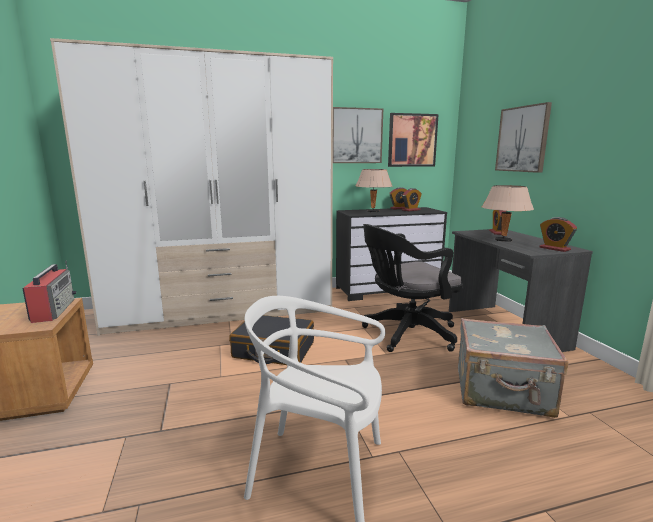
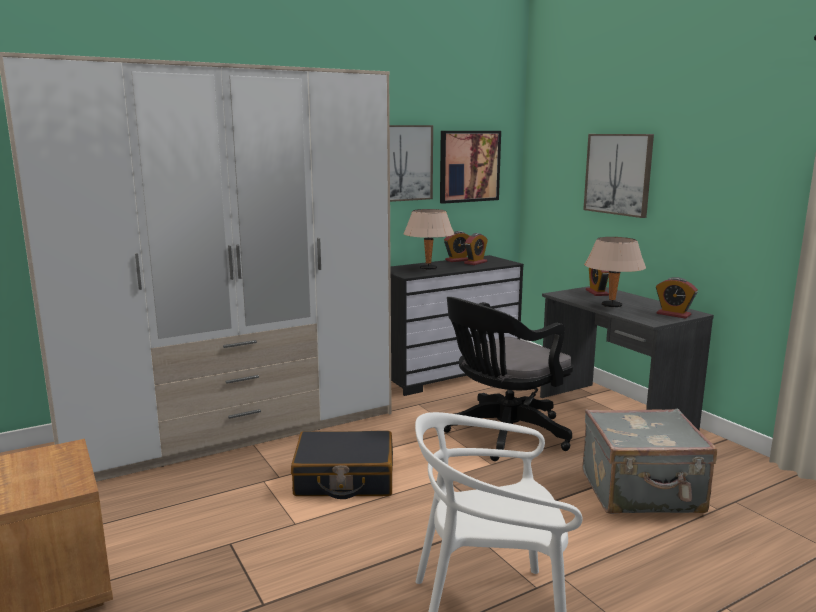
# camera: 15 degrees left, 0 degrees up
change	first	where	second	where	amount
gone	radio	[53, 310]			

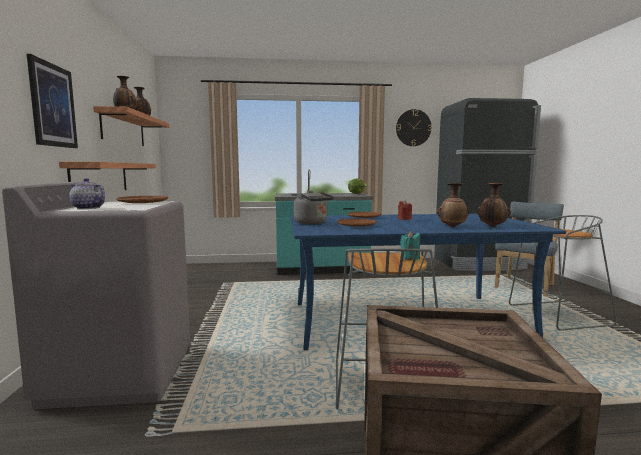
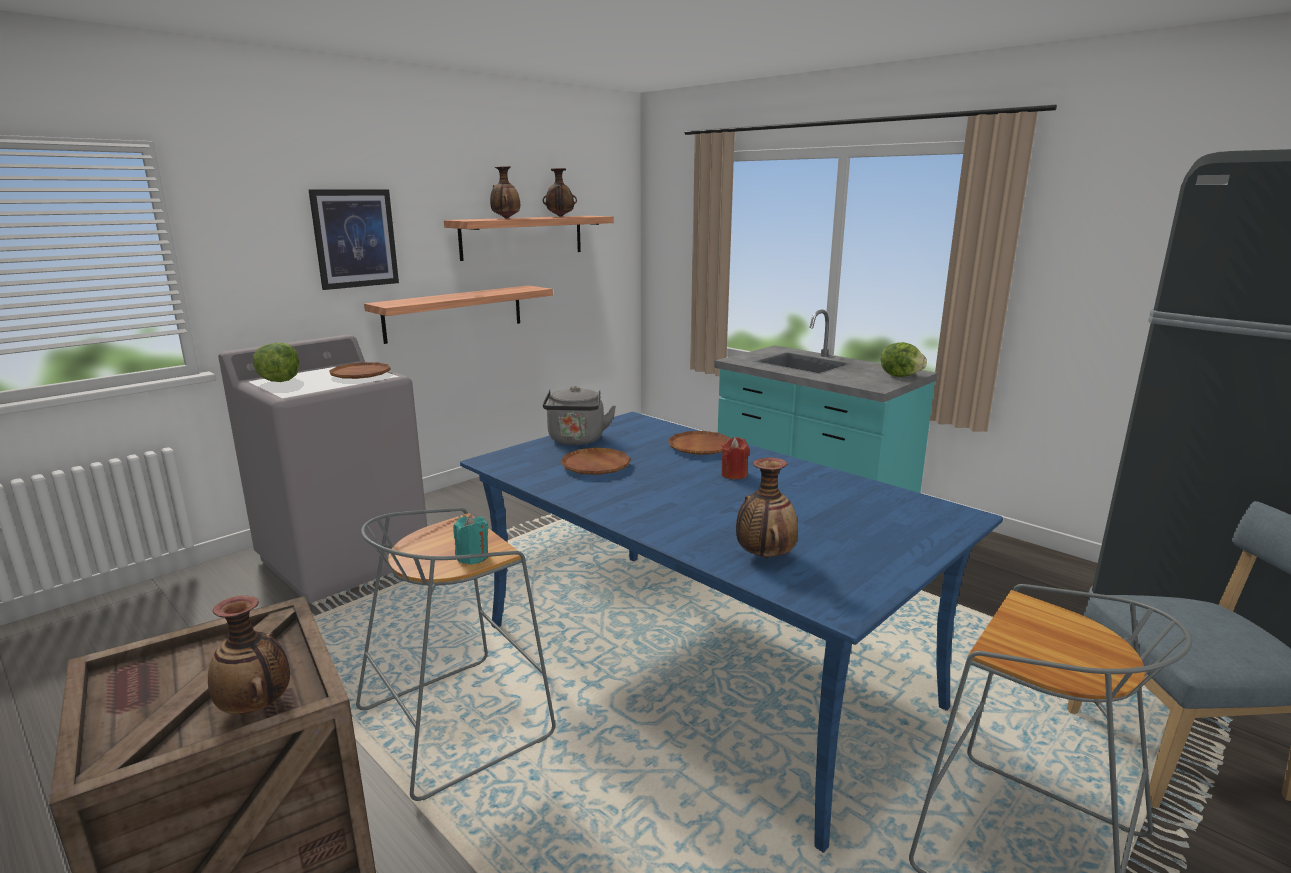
# camera: 50 degrees right, 10 degrees up
change	first	where	second	where	amount
gone	reloj de pared	[413, 128]			
shifted	florero	[452, 227]		[256, 707]	
swapped	tetera	[87, 208]	lechuga	[279, 381]	

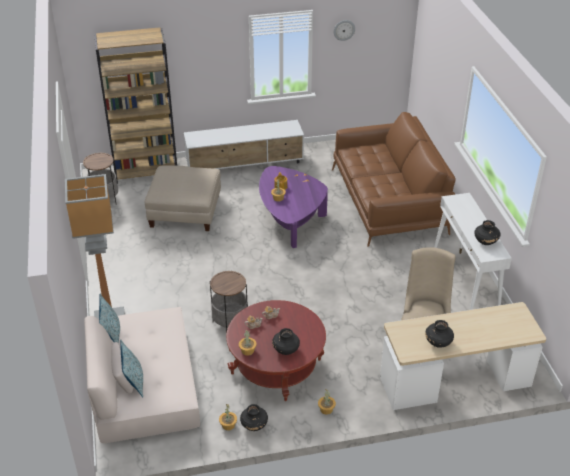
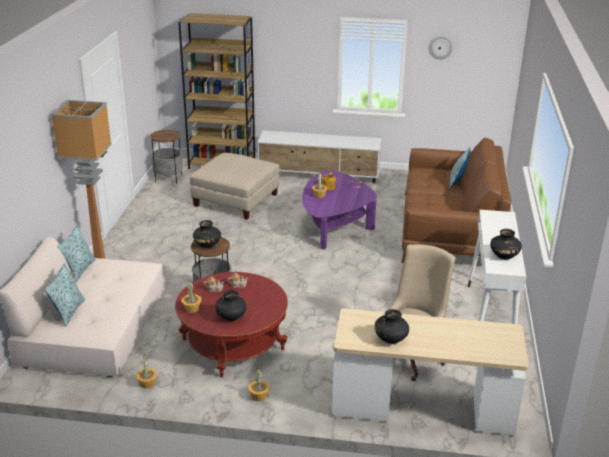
# camera: 20 degrees right, 10 degrees down
change	first	where	second	where	amount
new			cojín	[457, 182]	
shifted	florero (negro)	[254, 425]		[207, 245]	

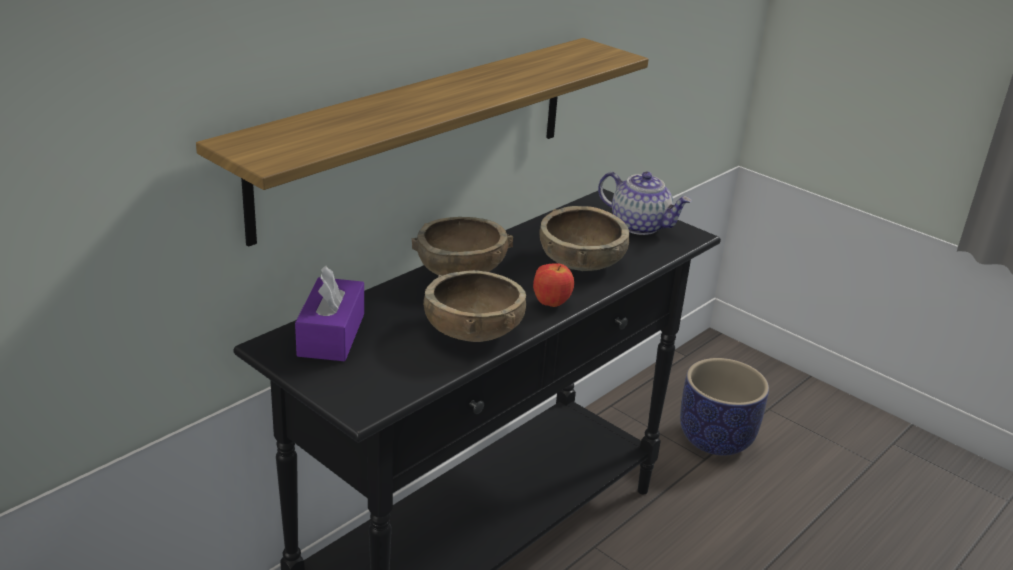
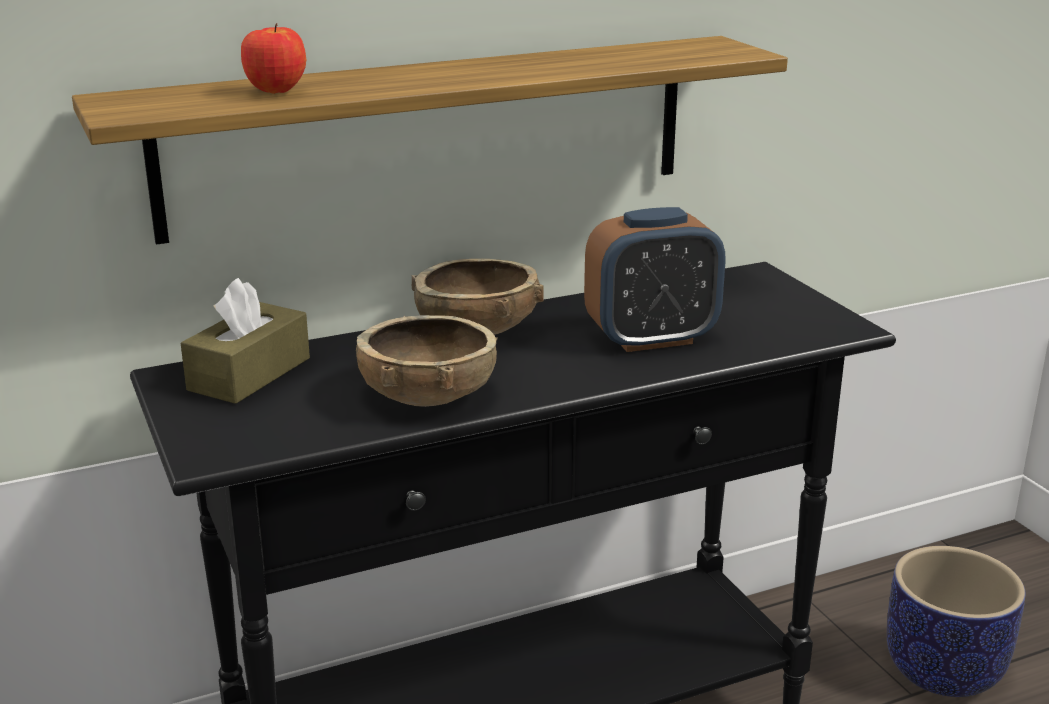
# camera: 25 degrees right, 5 degrees down
change	first	where	second	where	amount
gone	tetera	[640, 225]			
shifted	manzana	[551, 303]		[277, 92]	
swapped	cuenco (marrón)	[581, 262]	despertador	[651, 338]	
repainted	caja de pañuelos (morado)	[331, 334]	caja de pañuelos (marrón)	[249, 374]	

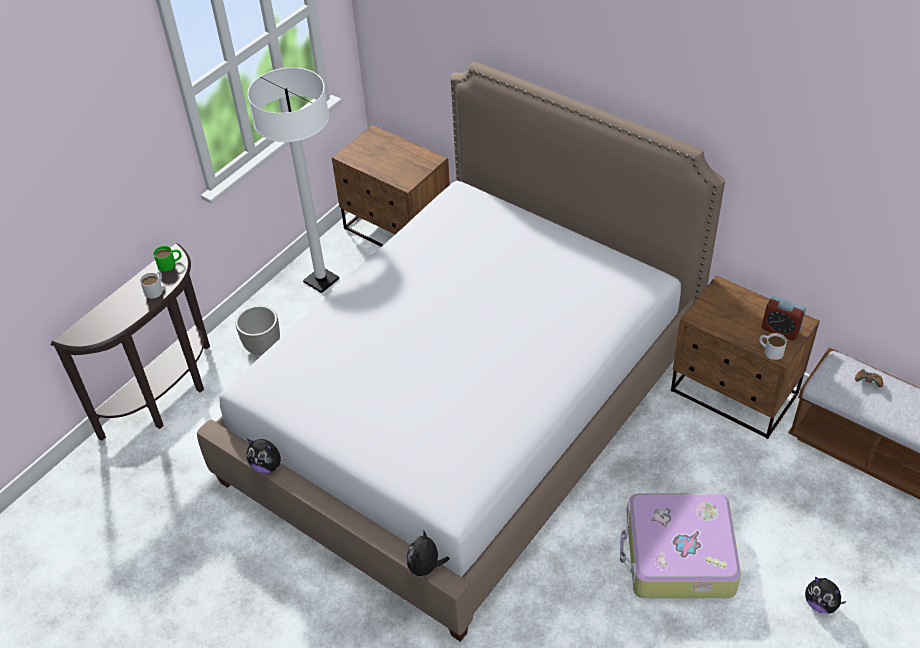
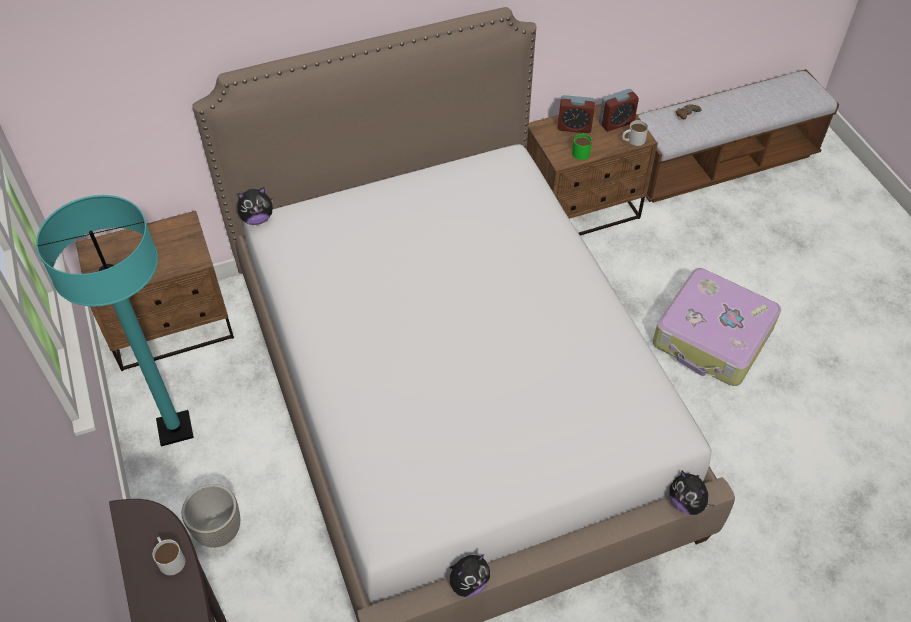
# camera: 60 degrees left, 5 degrees up
change	first	where	second	where	amount
new			despertador	[574, 127]	
shifted	taza grande (verde)	[170, 263]		[581, 150]	
shifted	peluche	[820, 604]		[257, 219]	
repainted	lámpara de pie (blanco)	[321, 280]	lámpara de pie (turquesa)	[175, 429]	

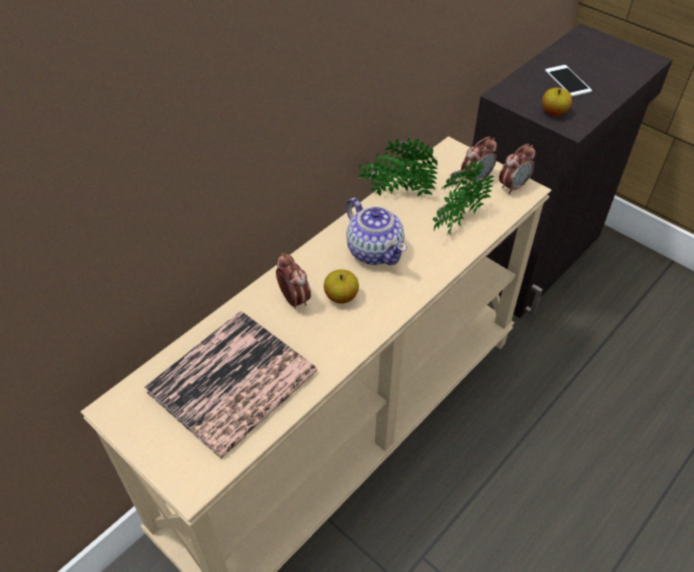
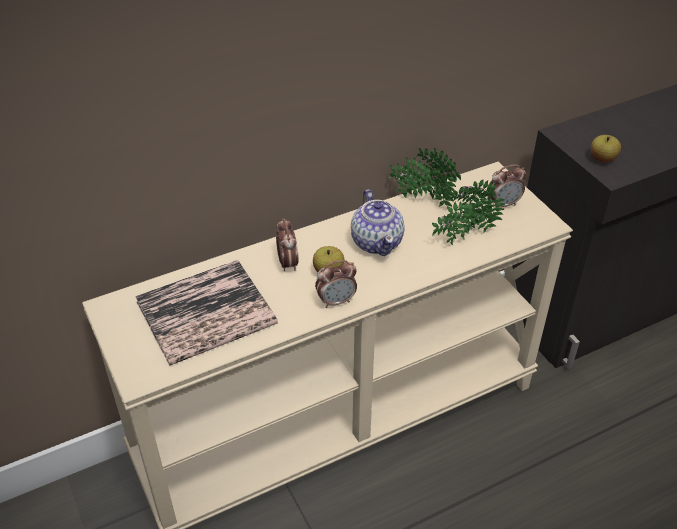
# camera: 20 degrees right, 5 degrees down
change	first	where	second	where	amount
gone	móvil	[567, 81]			
shifted	despertador	[513, 186]		[336, 301]	

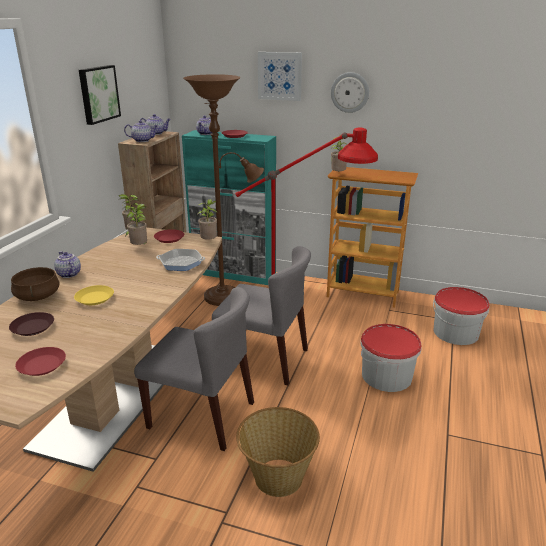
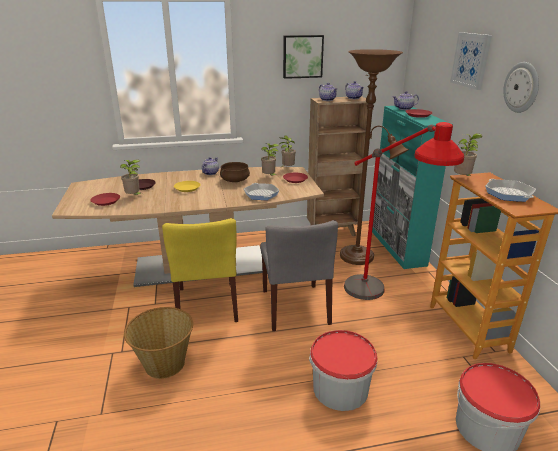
# camera: 60 degrees right, 0 degrees up
change	first	where	second	where	amount
new			sartén	[508, 194]	
shifted	olla (marrón)	[37, 296]		[235, 180]	
shifted	planta en maceta	[209, 242]		[134, 196]	
repainted	silla (gris)	[202, 415]	silla (amarillo)	[207, 304]	

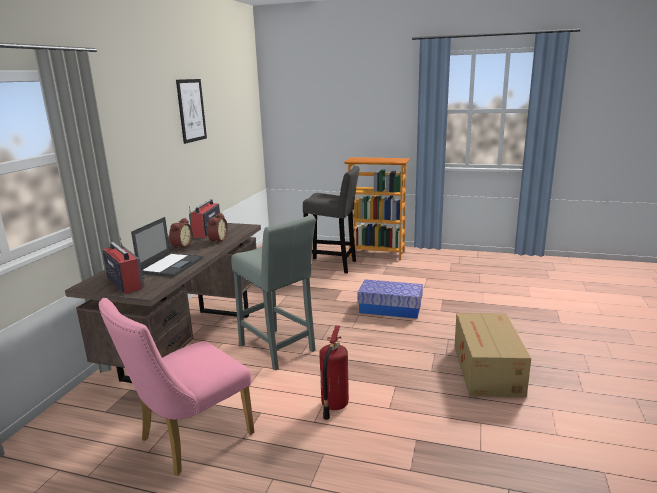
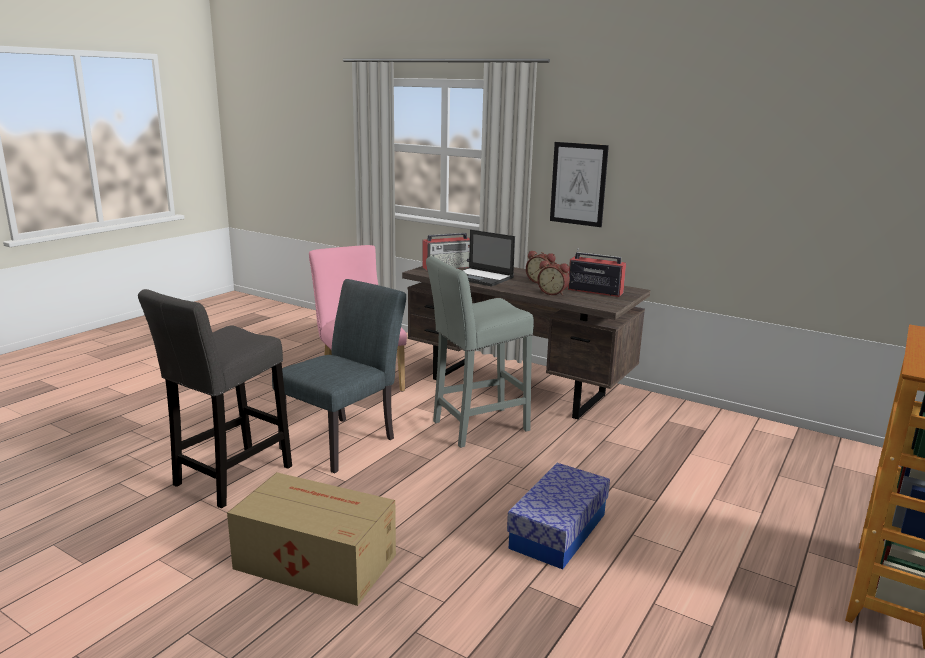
# camera: 105 degrees right, 0 degrees up
change	first	where	second	where	amount
shifted	cuadro	[191, 110]		[578, 184]	
shifted	taburete (gris)	[333, 265]		[229, 479]	
swapped	extintor	[333, 405]	silla (gris)	[345, 441]	

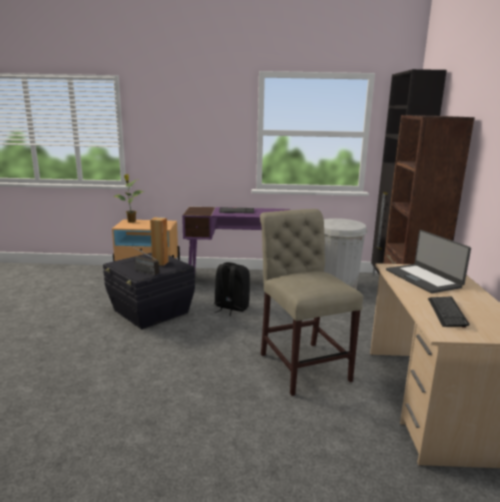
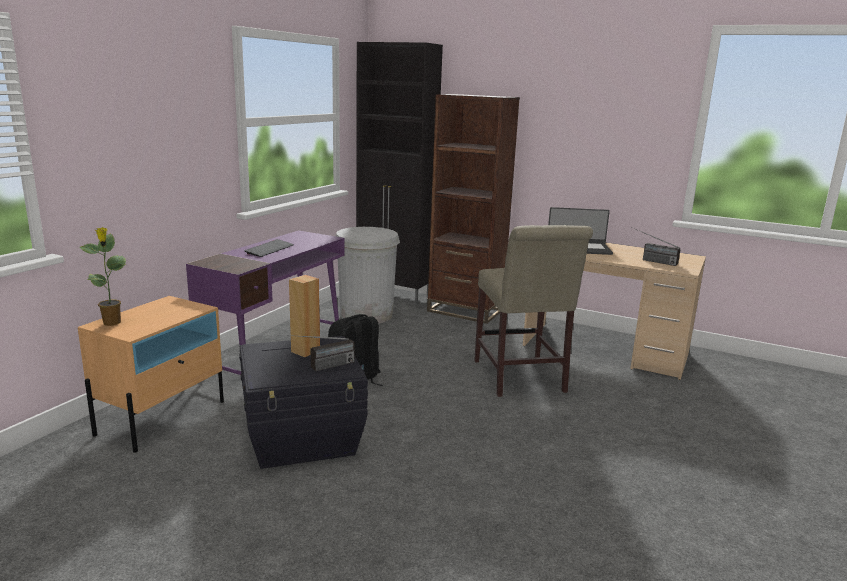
# camera: 65 degrees left, 0 degrees up
change	first	where	second	where	amount
swapped	teclado	[447, 312]	radio	[650, 260]	
rotated	silla (beis)	[302, 364]		[520, 378]	105 degrees counterclockwise

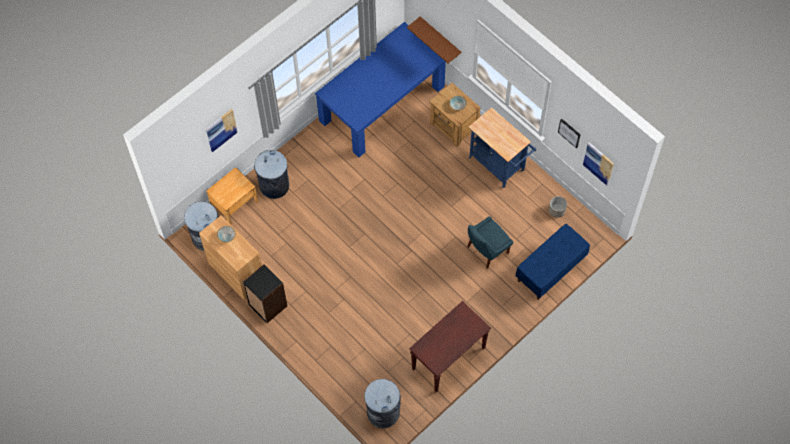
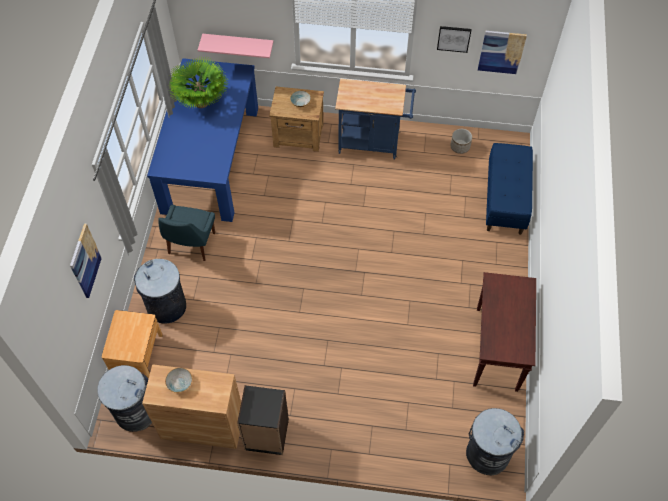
# camera: 40 degrees left, 5 degrees down
change	first	where	second	where	amount
new			planta en maceta	[201, 102]	
shifted	silla (azul)	[486, 250]		[191, 245]	
repainted	estante (marrón)	[440, 38]	estante (rosa)	[238, 44]	

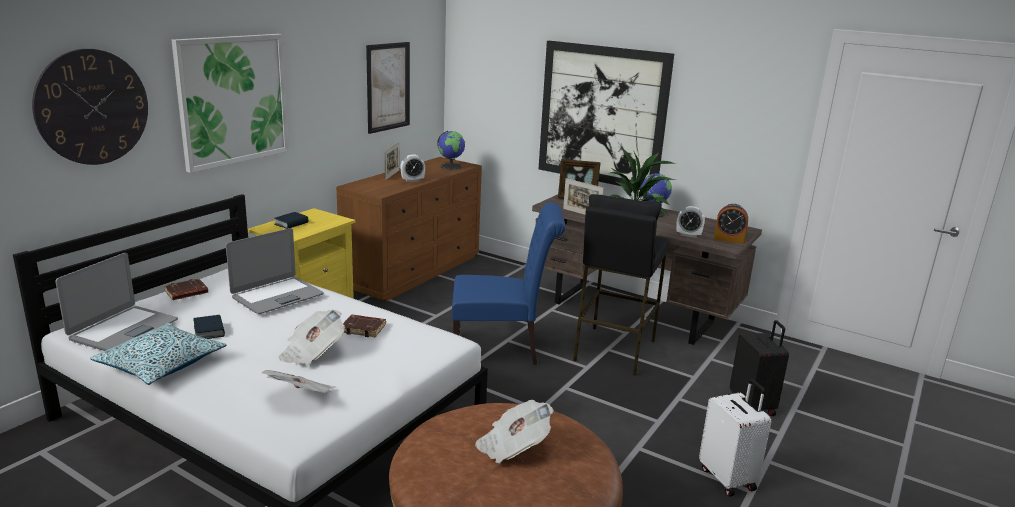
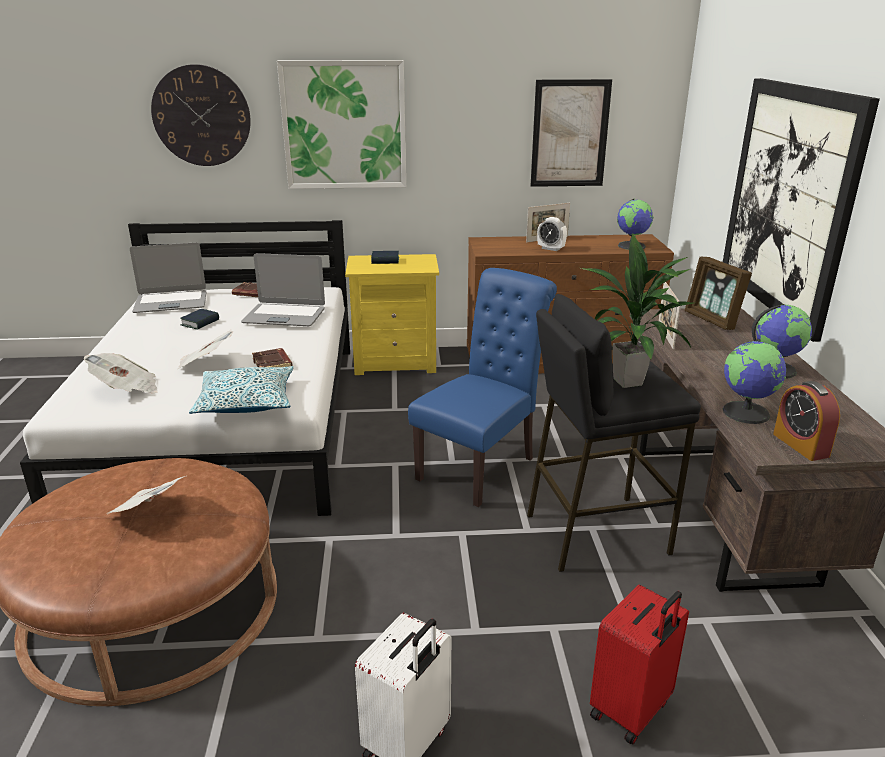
# camera: 55 degrees right, 5 degrees up
change	first	where	second	where	amount
shifted	cojín	[161, 364]		[246, 402]	
swapped	despertador	[688, 235]	globo terráqueo	[747, 413]	
repainted	maleta (negro)	[753, 405]	maleta (rojo)	[632, 710]	
rotated	silla (azul)	[501, 350]		[481, 465]	105 degrees counterclockwise

